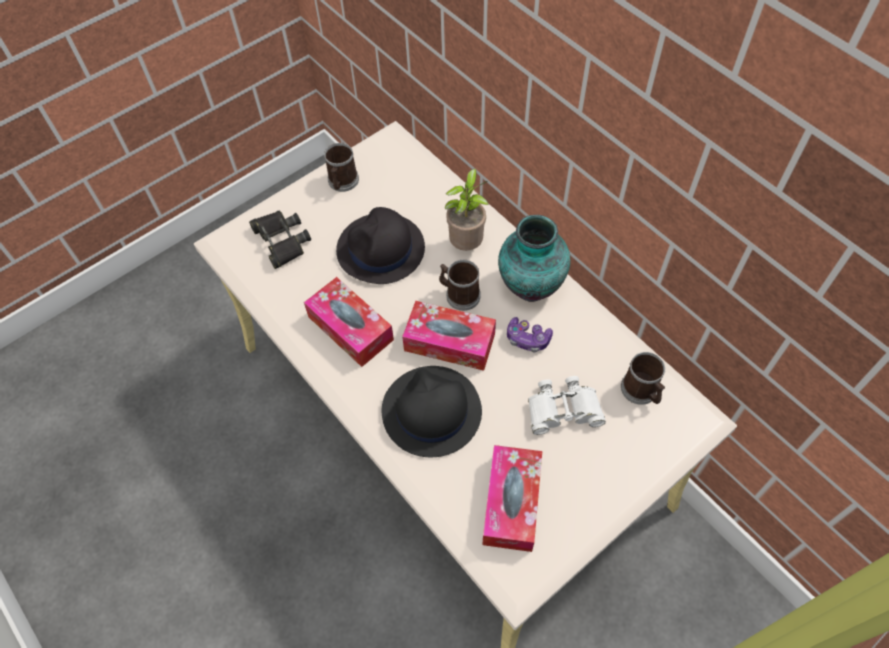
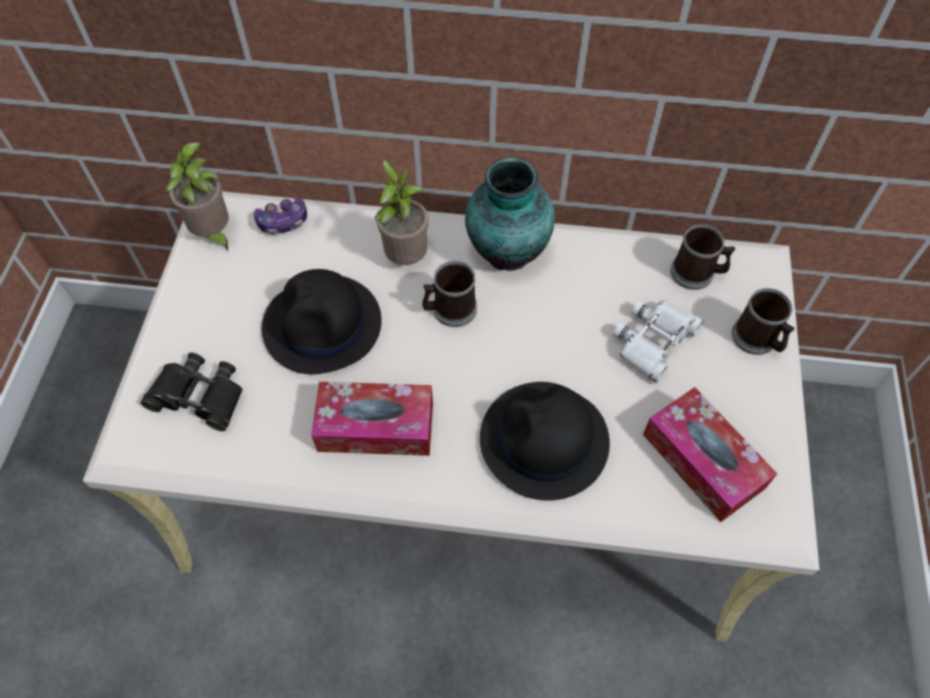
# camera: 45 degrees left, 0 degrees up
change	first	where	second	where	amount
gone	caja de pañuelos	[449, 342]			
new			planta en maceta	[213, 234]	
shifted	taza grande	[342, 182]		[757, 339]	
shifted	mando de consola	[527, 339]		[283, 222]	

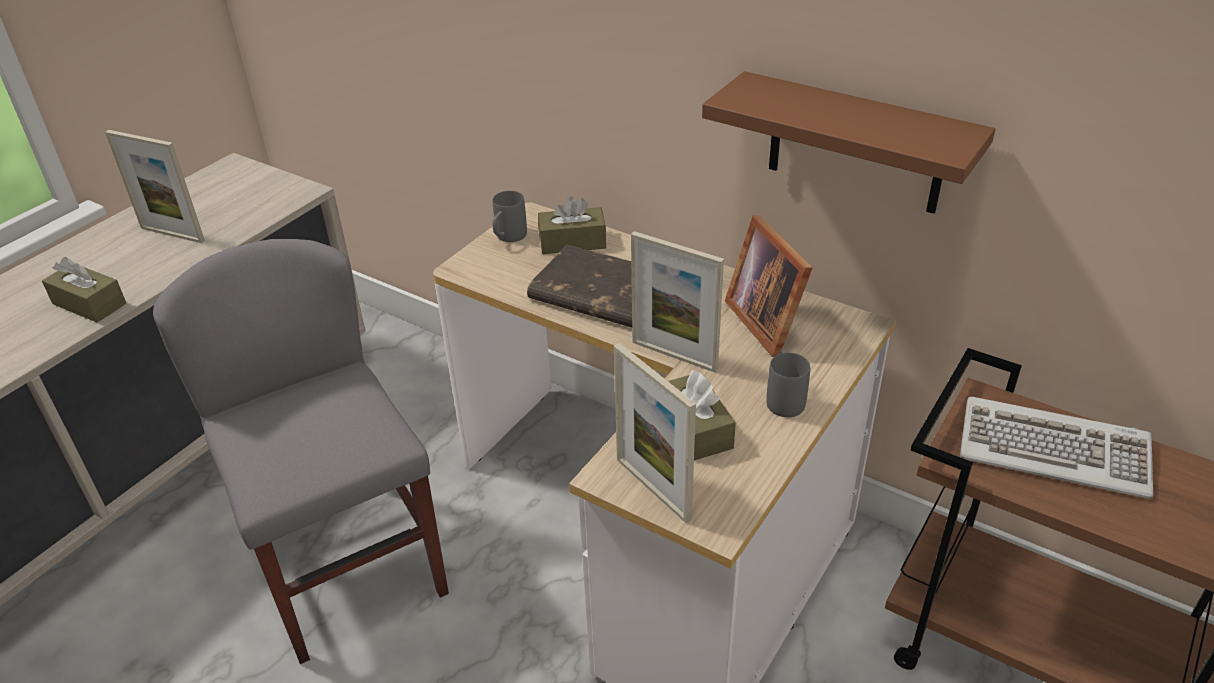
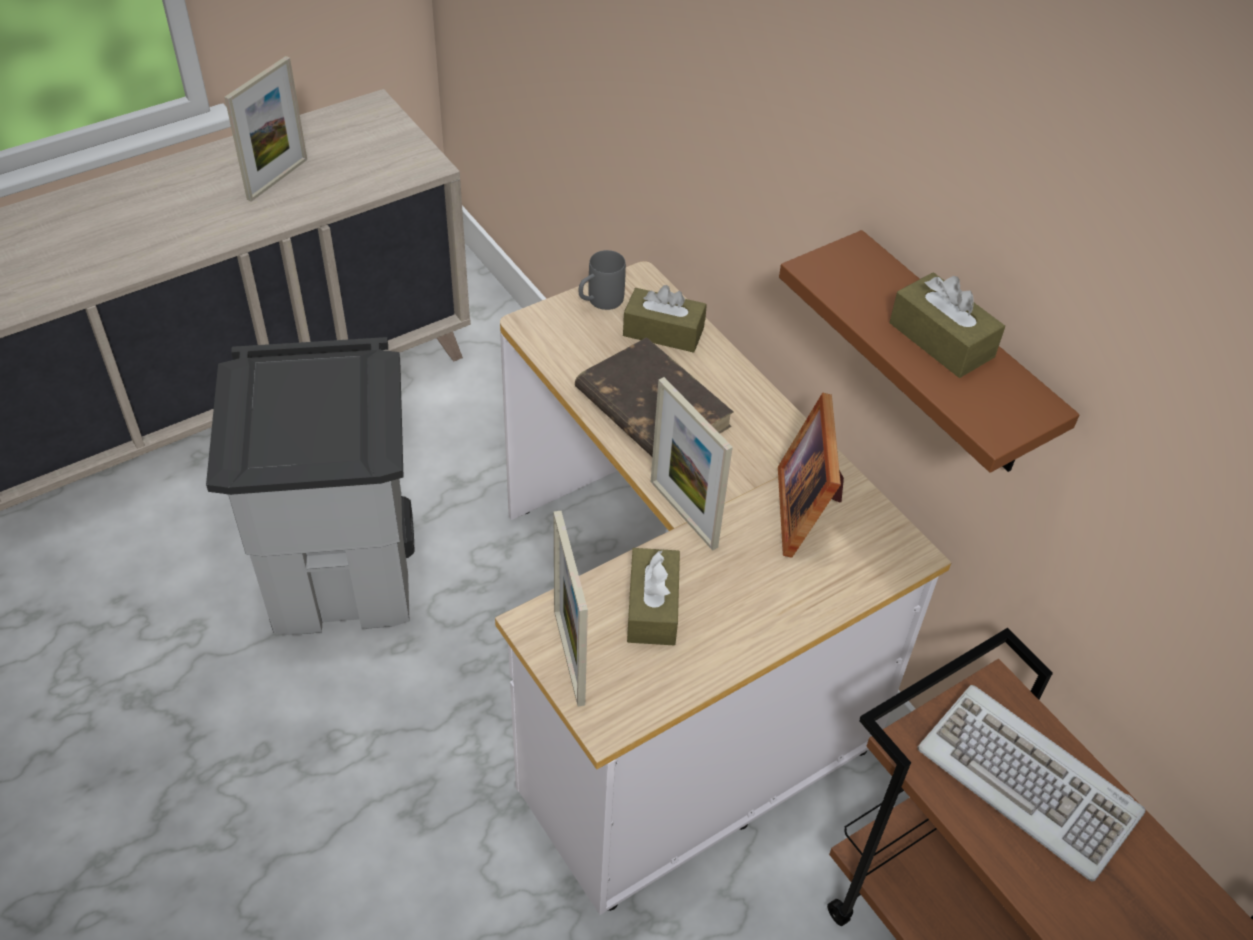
# camera: 20 degrees right, 10 degrees up
change	first	where	second	where	amount
gone	taza grande (gris)	[784, 398]			
shifted	caja de pañuelos (marrón)	[89, 304]		[941, 340]	
swapped	silla (gris)	[346, 566]	papelera (gris)	[345, 578]	
rotated	portarretratos	[172, 234]		[277, 179]	105 degrees counterclockwise

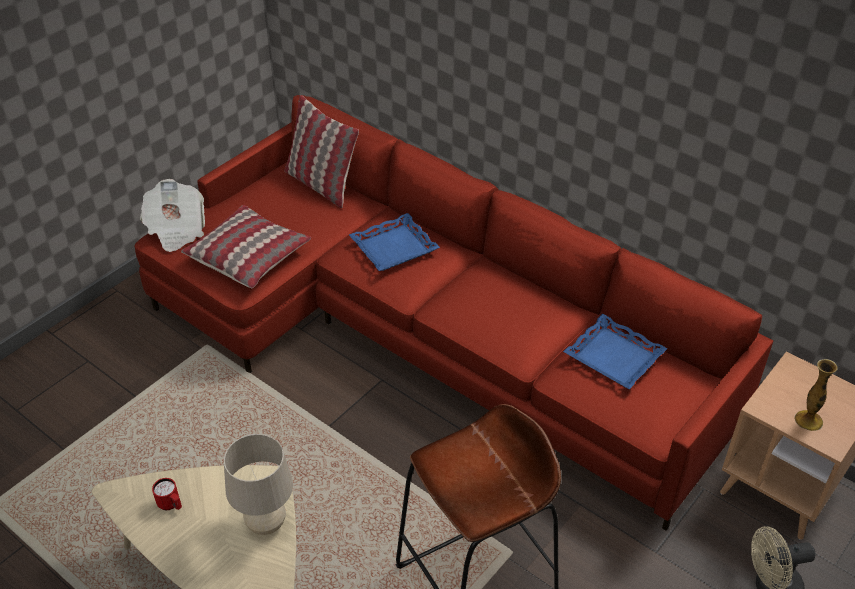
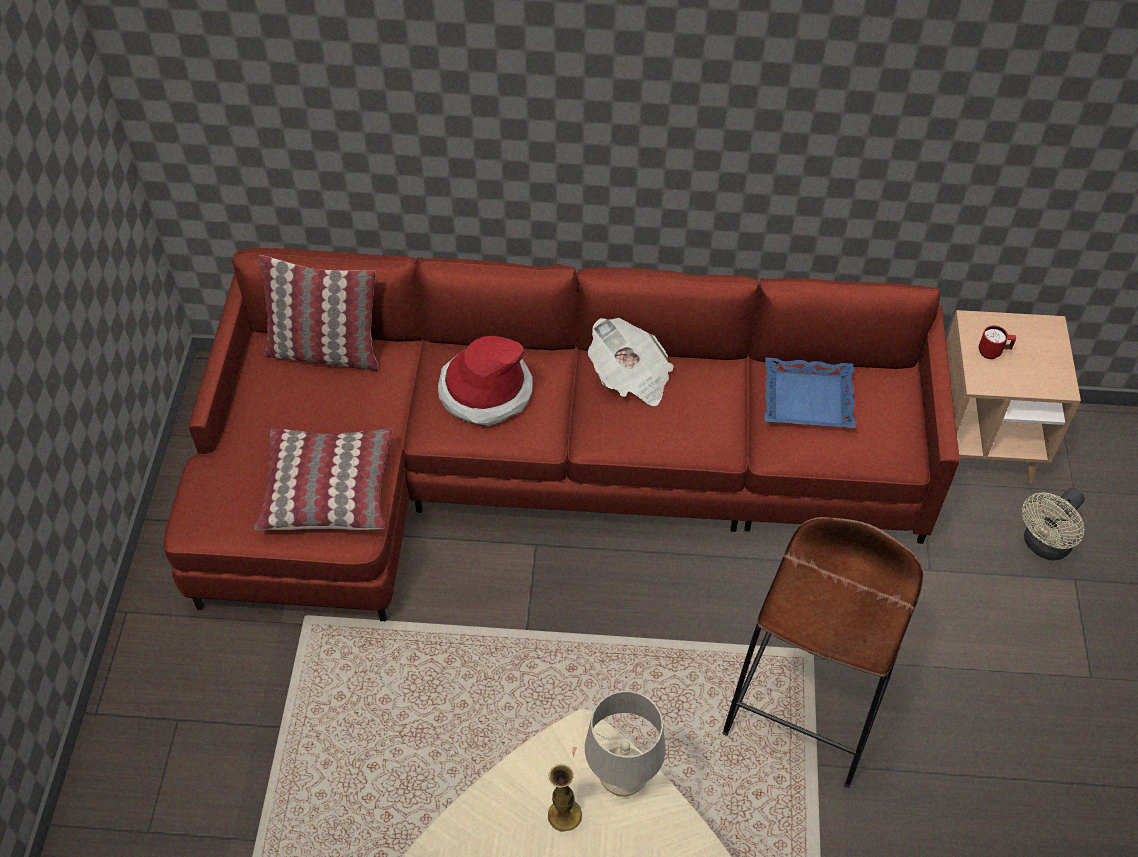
# camera: 35 degrees left, 10 degrees up
change	first	where	second	where	amount
shifted	periódico	[176, 229]		[630, 376]	
shifted	taza grande (rojo)	[171, 505]		[993, 352]	
shifted	florero	[808, 420]		[564, 815]	
swapped	bandeja (azul)	[394, 247]	sombrero	[485, 390]	

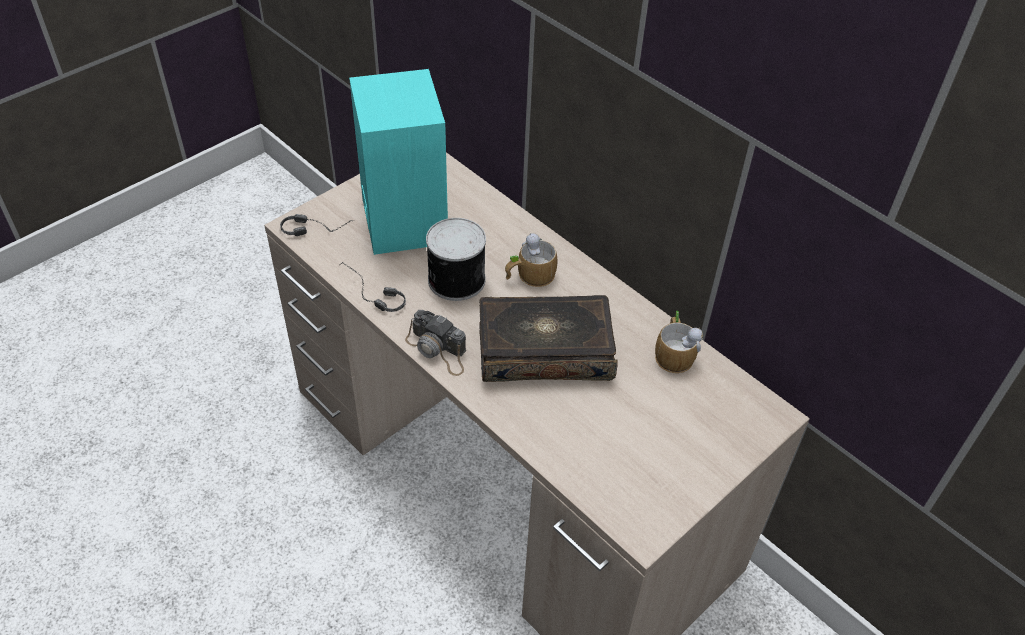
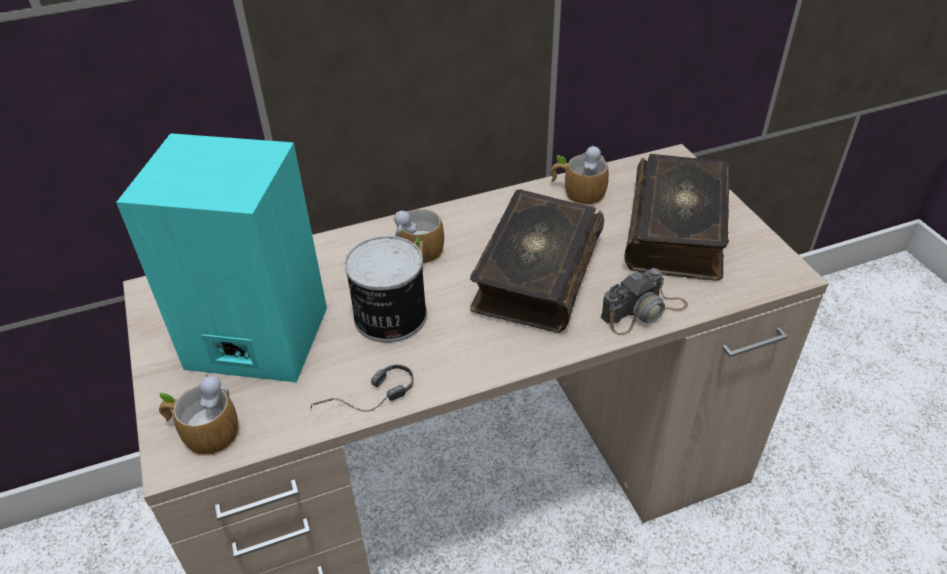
# camera: 65 degrees left, 5 degrees down
change	first	where	second	where	amount
new			libro	[677, 230]	
shifted	cámara	[438, 350]		[644, 311]	
swapped	auriculares	[318, 228]	taza grande	[203, 431]	

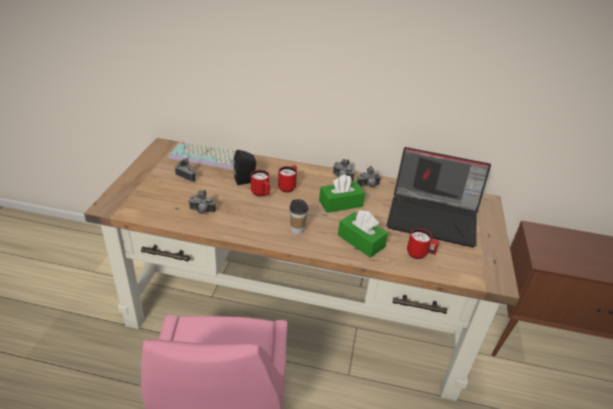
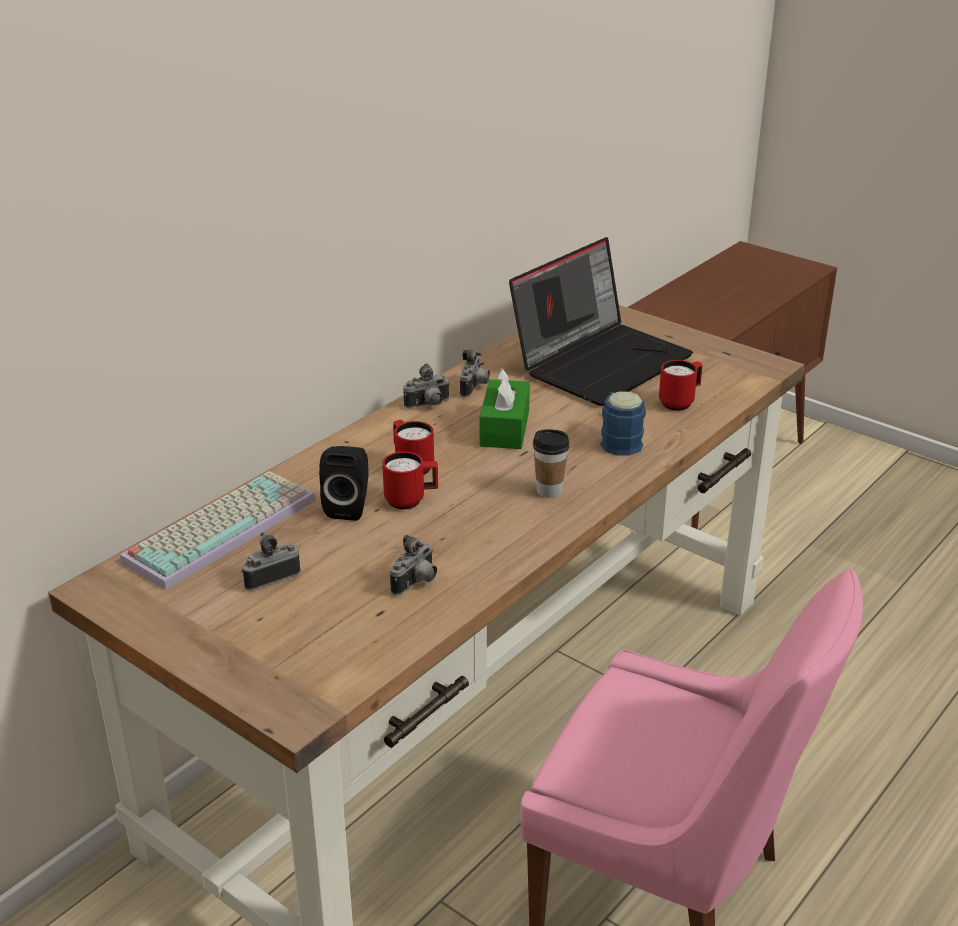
# camera: 60 degrees left, 5 degrees down
change	first	where	second	where	amount
swapped	caja de pañuelos (verde)	[361, 241]	taza grande (azul)	[618, 440]	

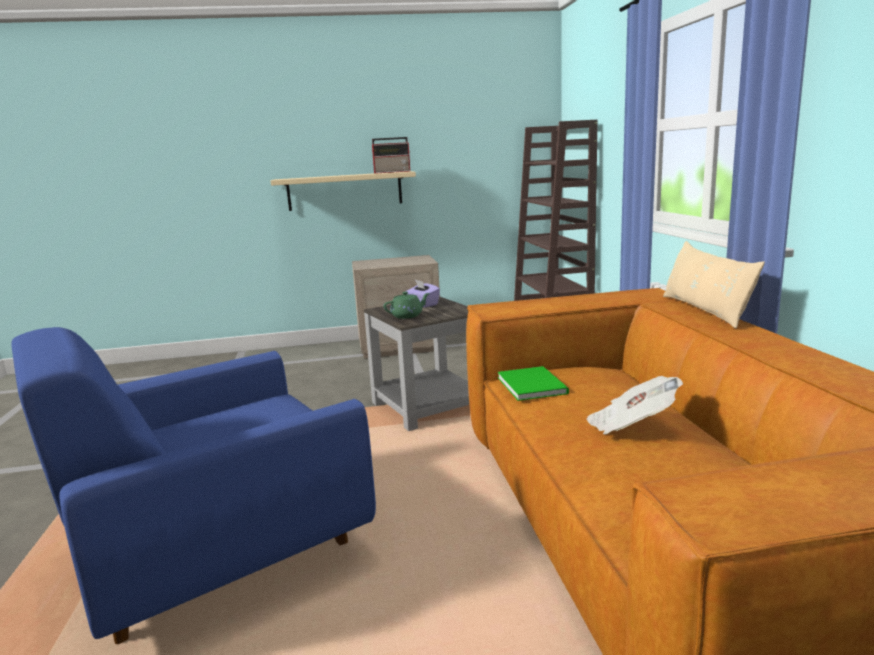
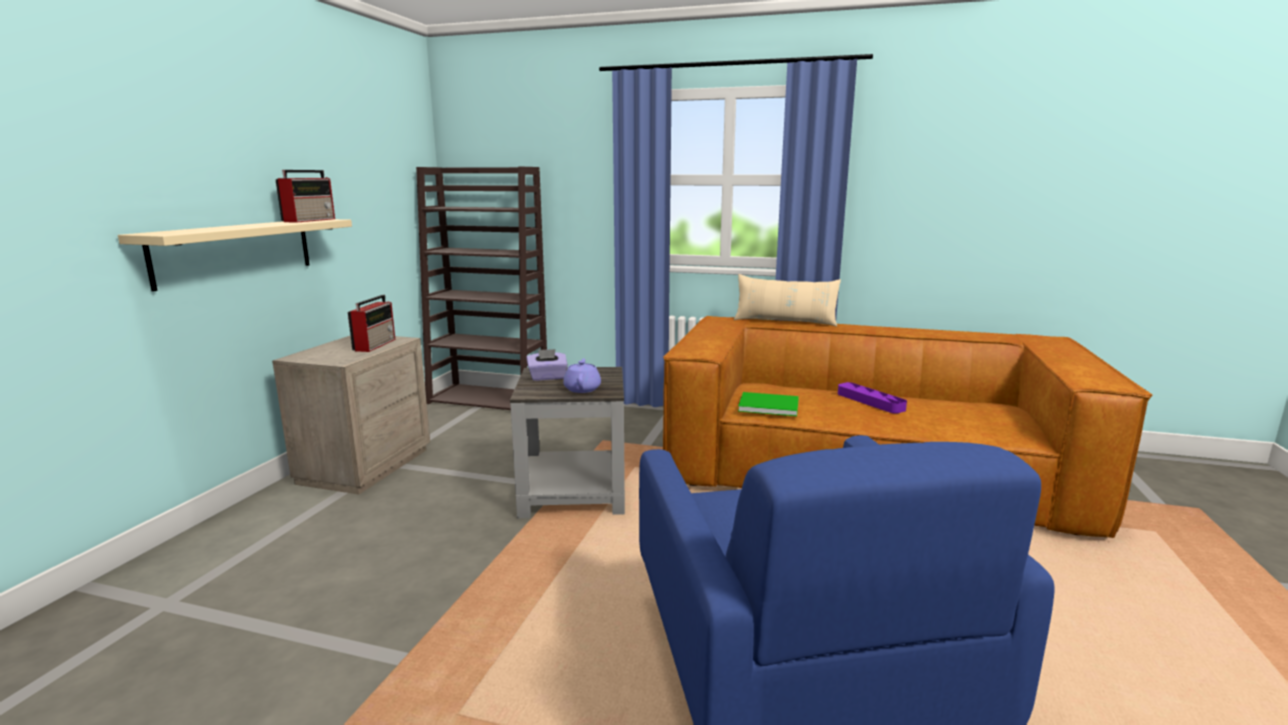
# camera: 65 degrees left, 0 degrees up
change	first	where	second	where	amount
new			radio	[375, 344]	
swapped	periódico	[631, 426]	bandeja (morado)	[870, 401]	
repainted	tetera (verde)	[407, 316]	tetera (morado)	[582, 389]	

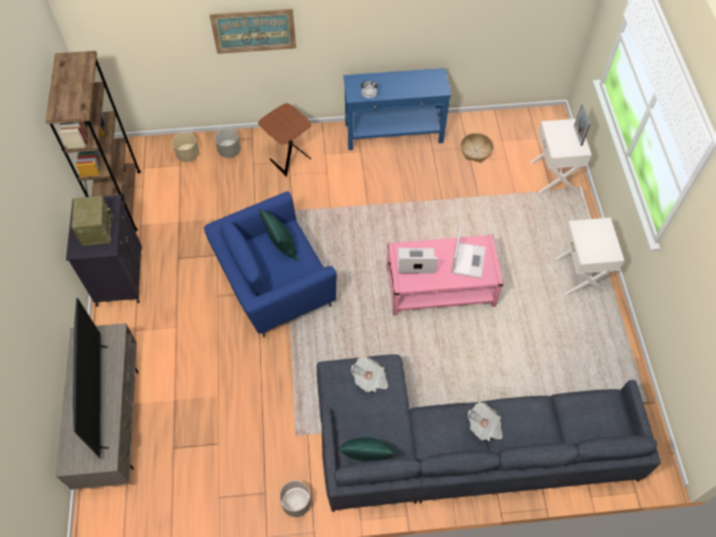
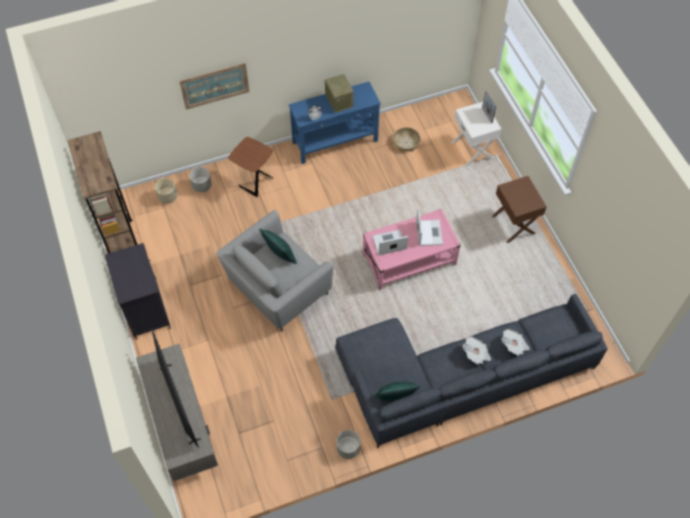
# camera: 15 degrees left, 0 degrees up
change	first	where	second	where	amount
shifted	radio	[96, 229]		[338, 101]	
shifted	periódico	[370, 379]		[514, 346]	
repainted	sillón (azul)	[274, 286]	sillón (gris)	[277, 289]	
repainted	mesita de noche (blanco)	[580, 274]	mesita de noche (marrón)	[514, 224]	

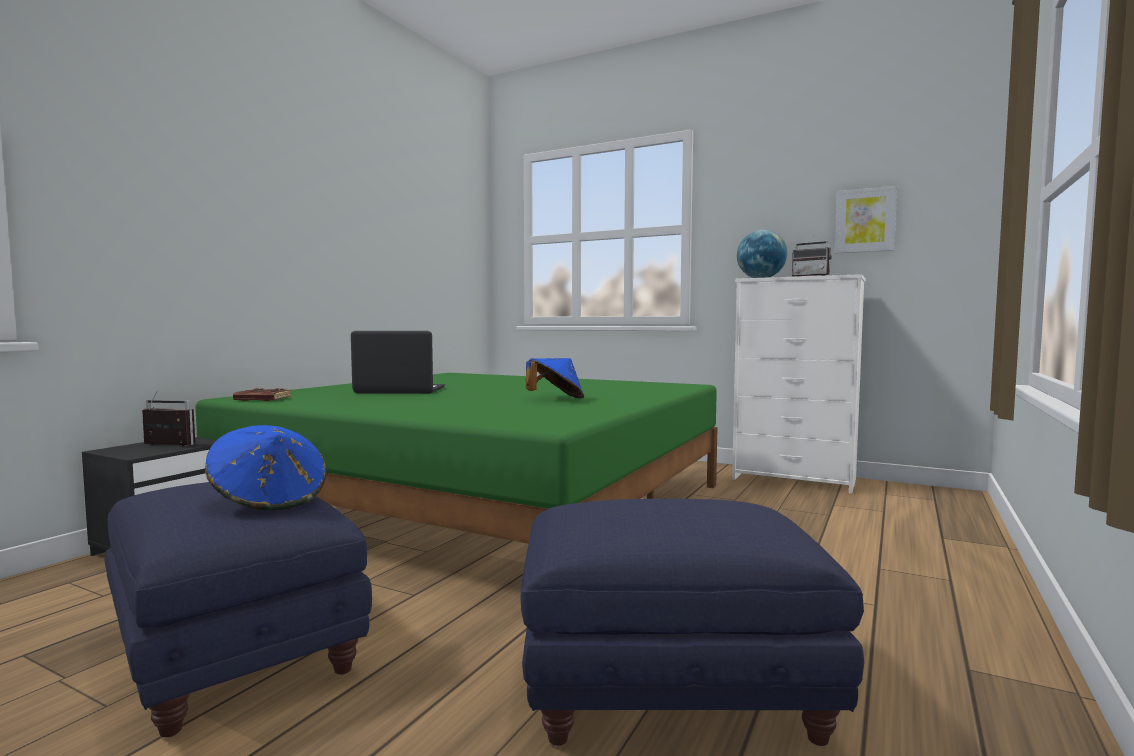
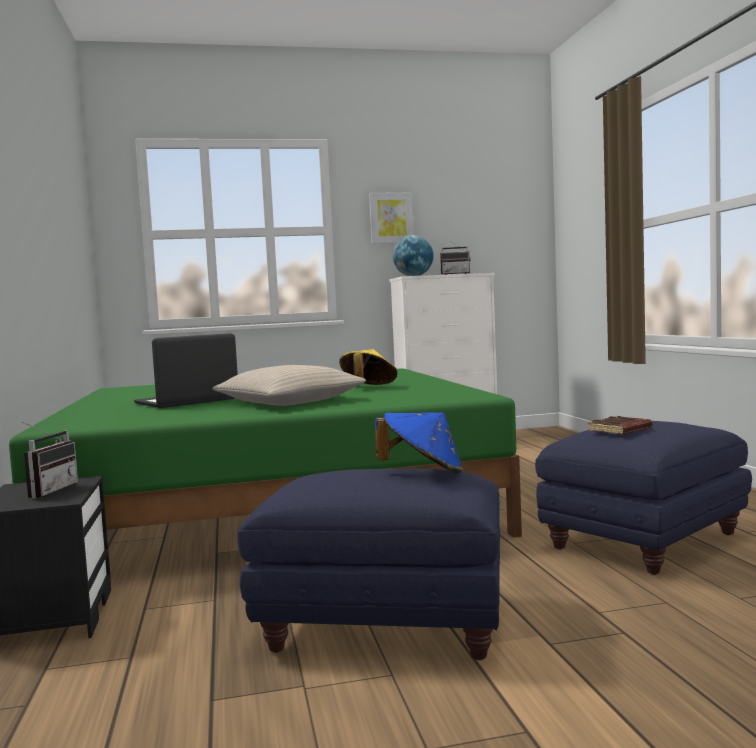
# camera: 40 degrees left, 0 degrees up
change	first	where	second	where	amount
new			cojín (beis)	[289, 402]	
shifted	libro (marrón)	[262, 399]		[620, 430]	
shifted	cuadro	[865, 220]		[391, 218]	
repainted	sombrero (azul)	[555, 399]	sombrero (amarillo)	[368, 387]	
rotated	radio	[164, 446]		[47, 491]	135 degrees clockwise

